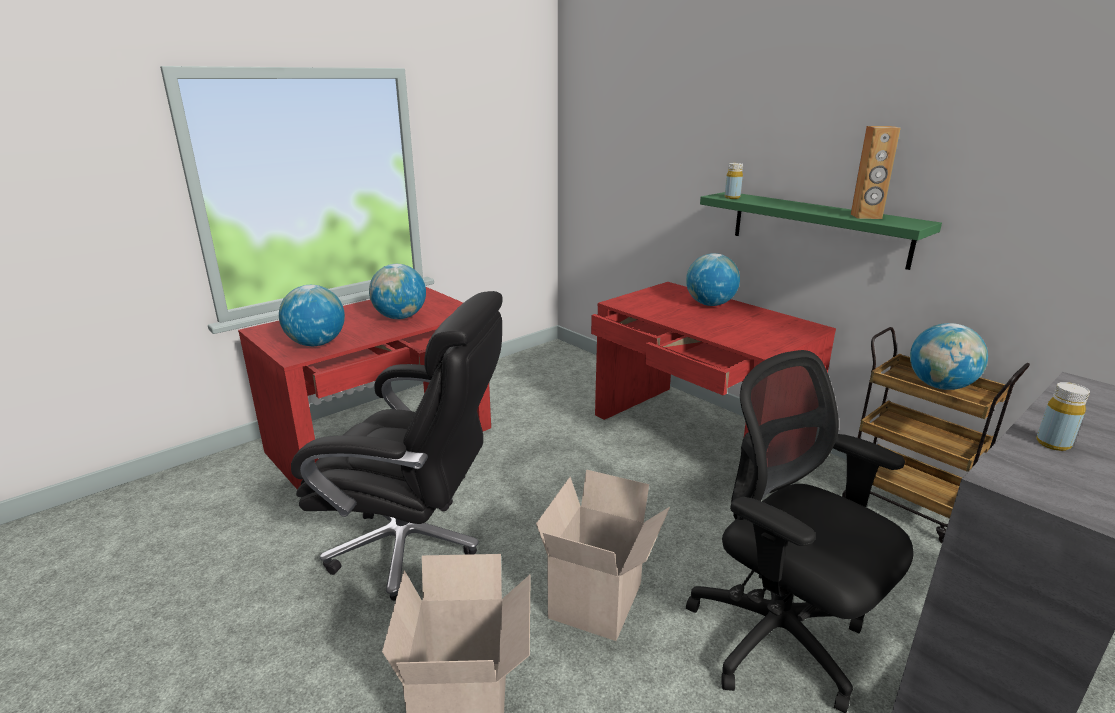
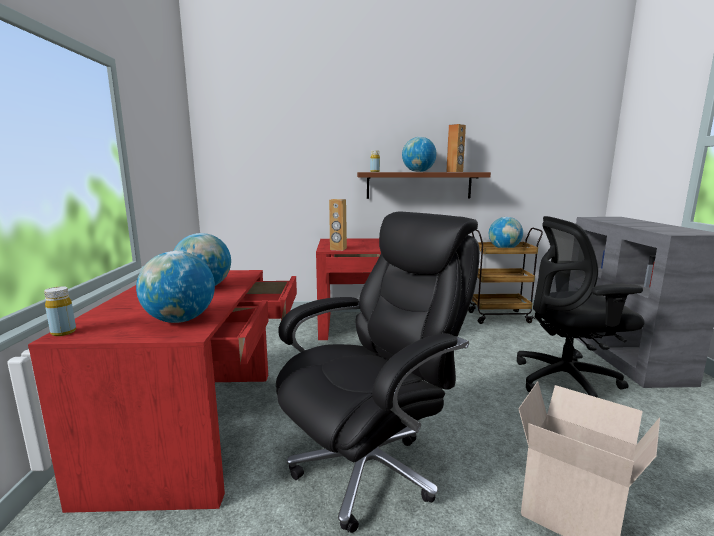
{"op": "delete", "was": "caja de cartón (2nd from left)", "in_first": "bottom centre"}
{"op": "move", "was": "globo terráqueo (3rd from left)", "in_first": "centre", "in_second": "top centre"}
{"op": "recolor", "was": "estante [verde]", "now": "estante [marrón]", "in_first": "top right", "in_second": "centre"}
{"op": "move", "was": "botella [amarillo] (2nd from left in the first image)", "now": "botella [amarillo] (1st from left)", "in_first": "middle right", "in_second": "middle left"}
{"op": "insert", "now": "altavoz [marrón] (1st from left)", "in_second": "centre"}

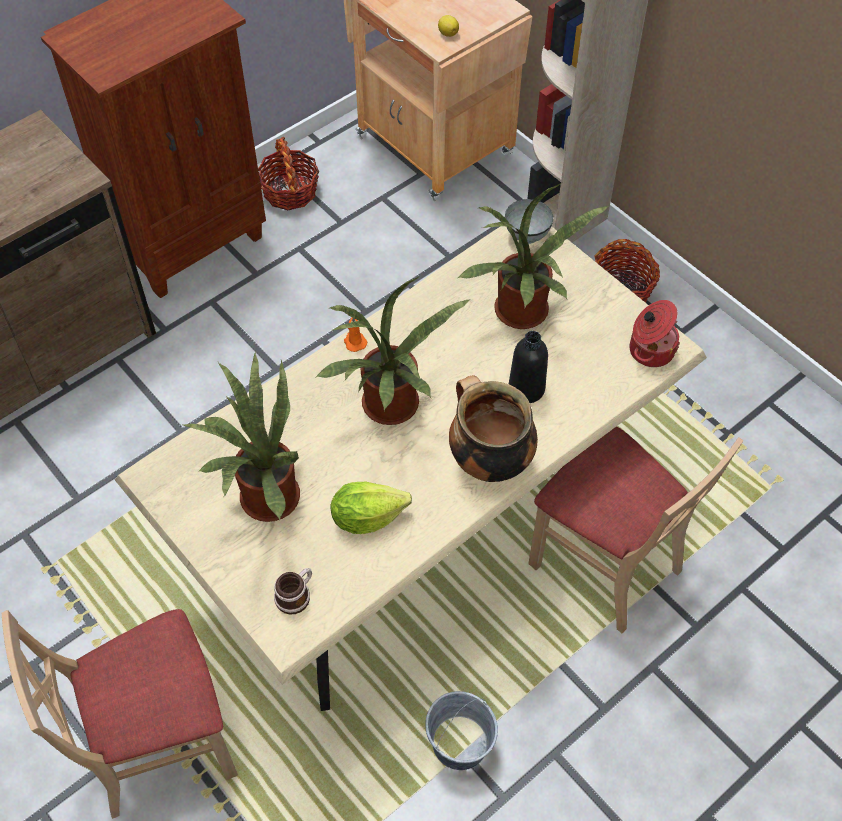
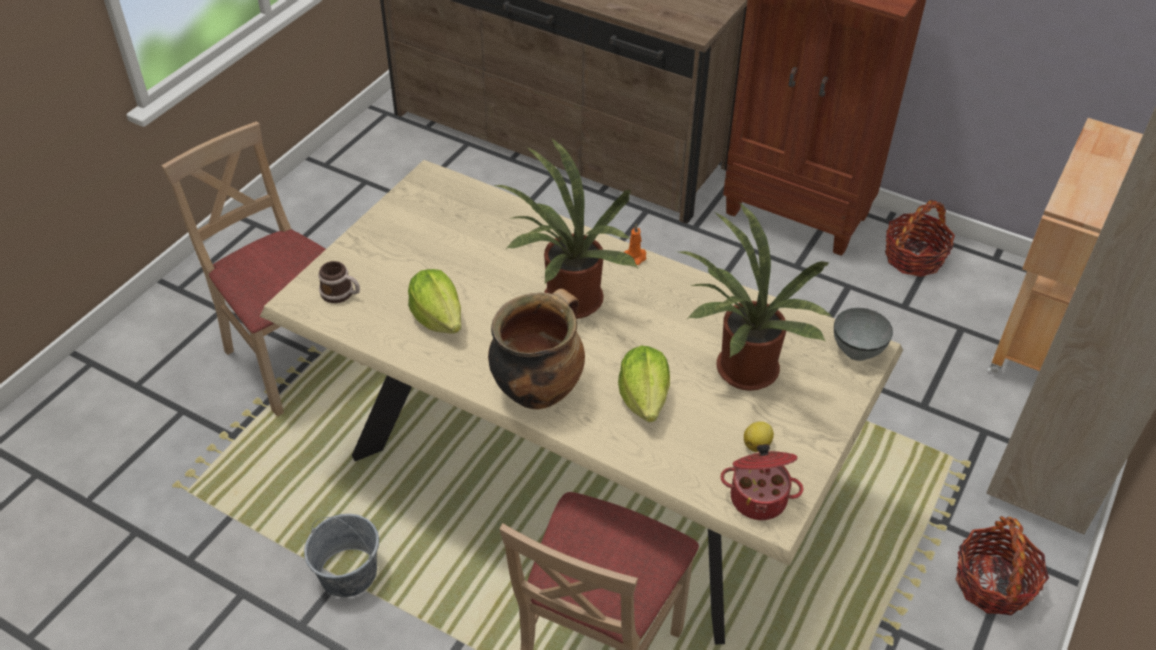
{"op": "delete", "was": "planta en maceta (1st from left)", "in_first": "middle left"}
{"op": "move", "was": "limón", "in_first": "top centre", "in_second": "bottom centre"}
{"op": "replace", "was": "botella [negro]", "now": "lechuga (2nd from left)", "in_first": "centre", "in_second": "centre"}

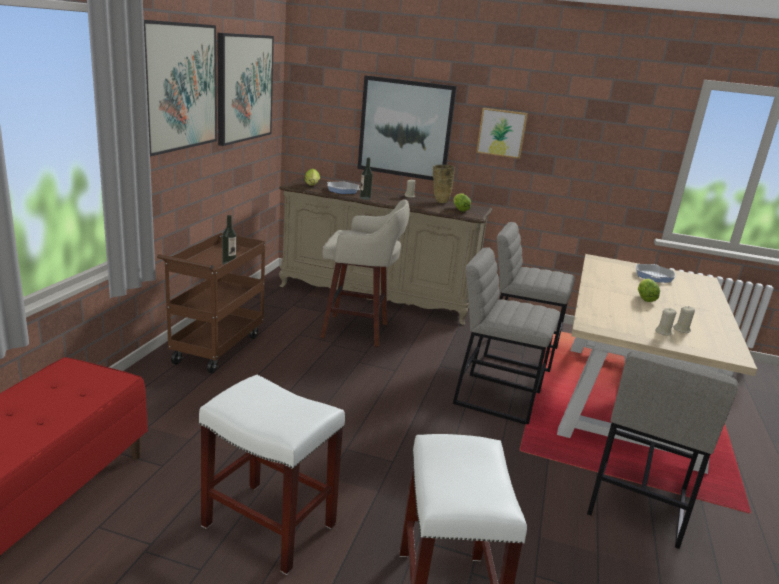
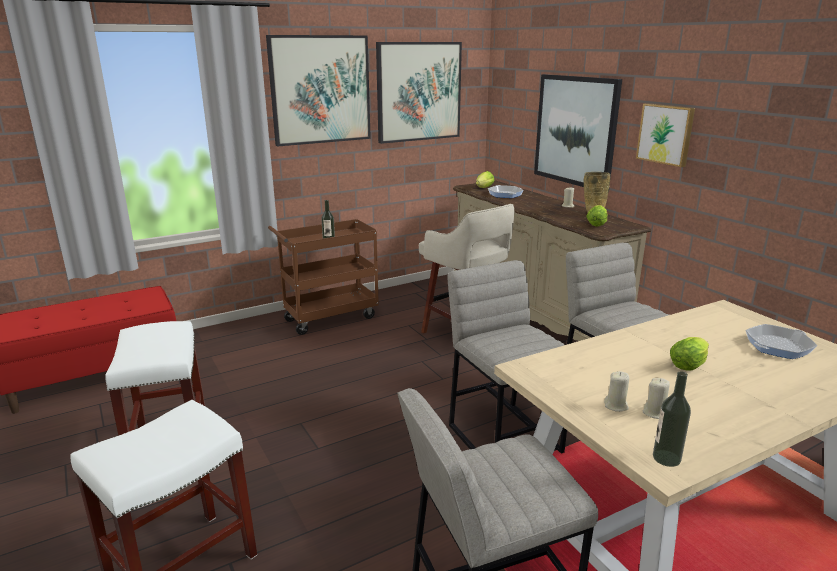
{"op": "move", "was": "botella (2nd from left)", "in_first": "top centre", "in_second": "bottom right"}

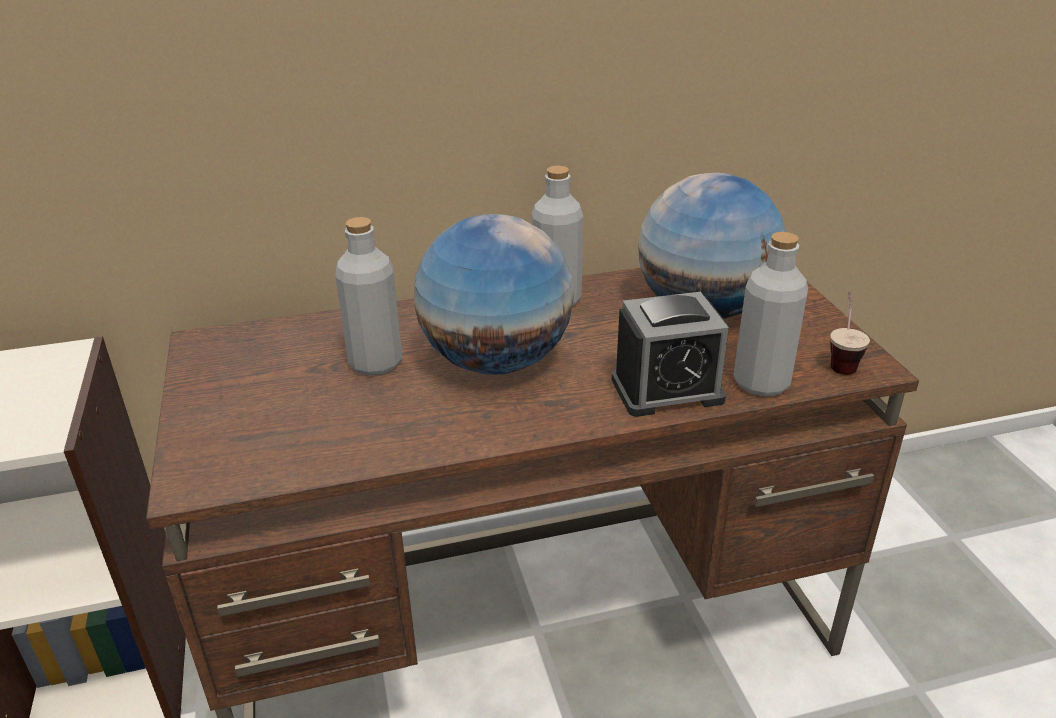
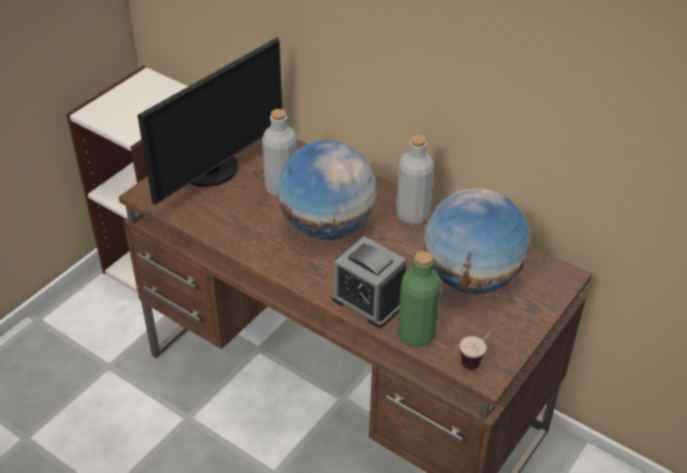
{"op": "recolor", "was": "botella [gris] (3rd from left)", "now": "botella [verde]", "in_first": "middle right", "in_second": "centre"}
{"op": "insert", "now": "monitor", "in_second": "top left"}

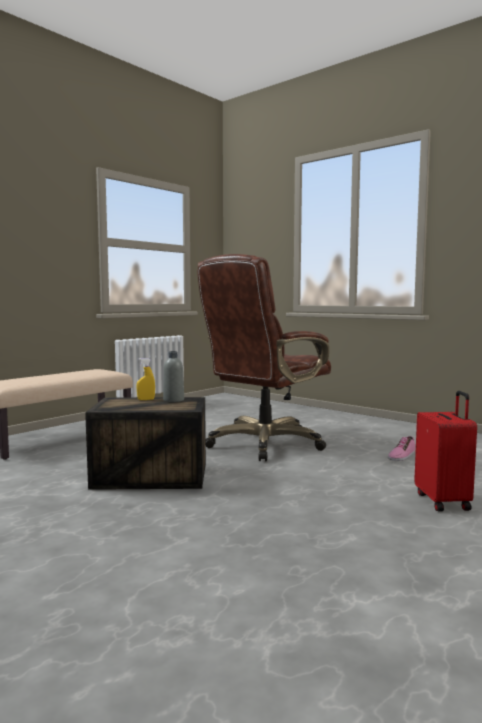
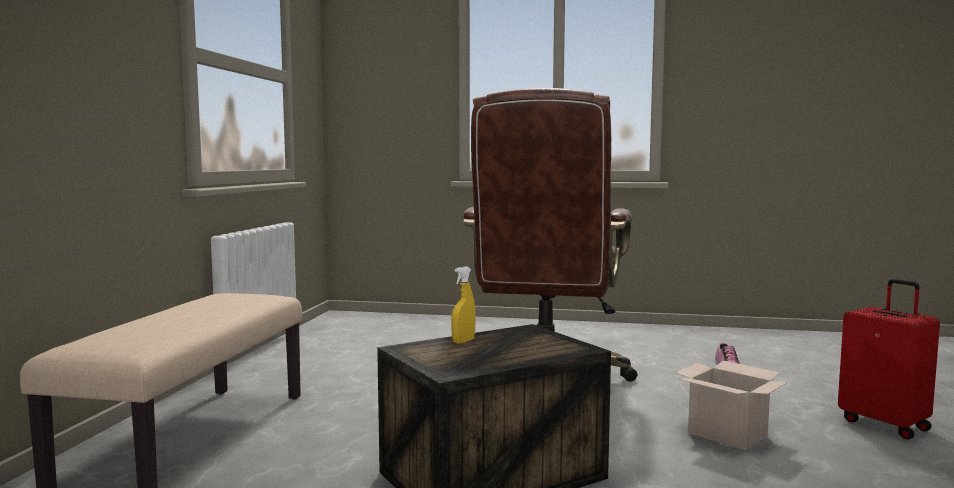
{"op": "delete", "was": "botella [gris]", "in_first": "centre"}
{"op": "insert", "now": "caja de cartón", "in_second": "bottom right"}

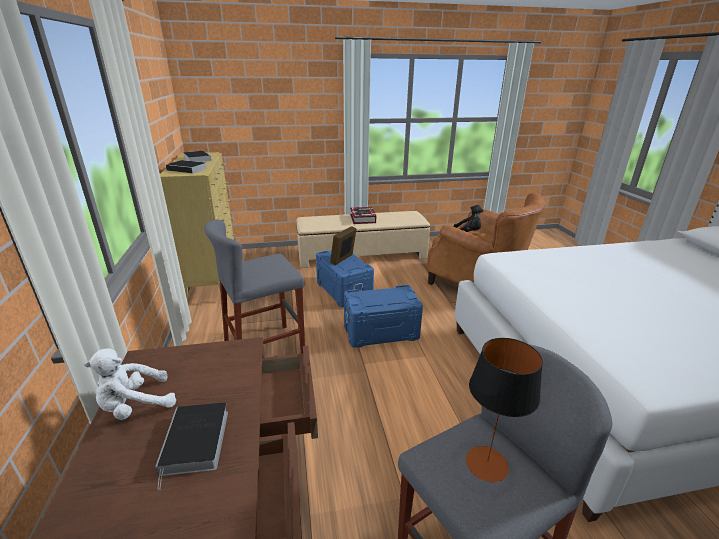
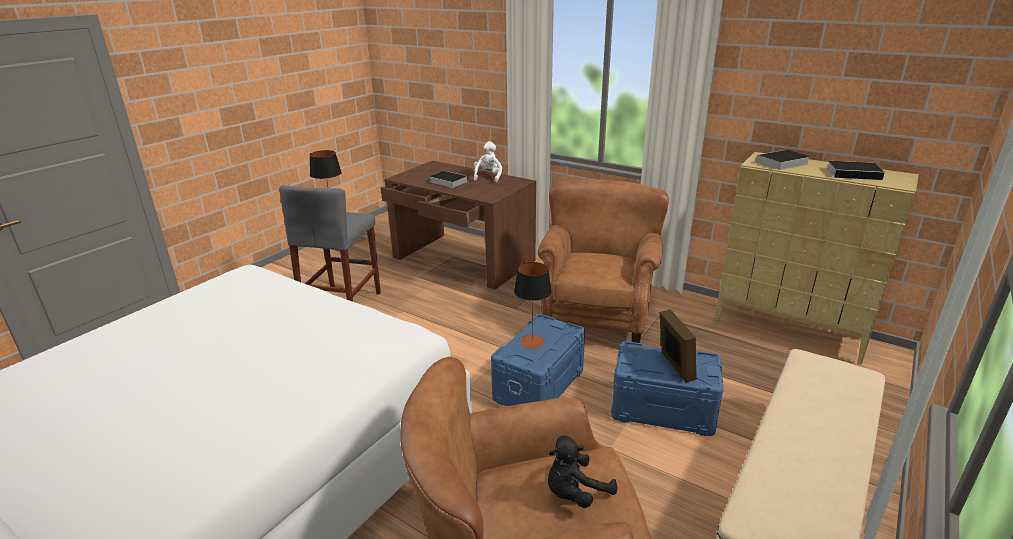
{"op": "replace", "was": "taburete [gris] (1st from left)", "now": "sillón [marrón] (2nd from left)", "in_first": "centre", "in_second": "centre"}
{"op": "delete", "was": "libro (4th from left)", "in_first": "centre"}
{"op": "insert", "now": "lámpara de mesa (2nd from left)", "in_second": "centre"}

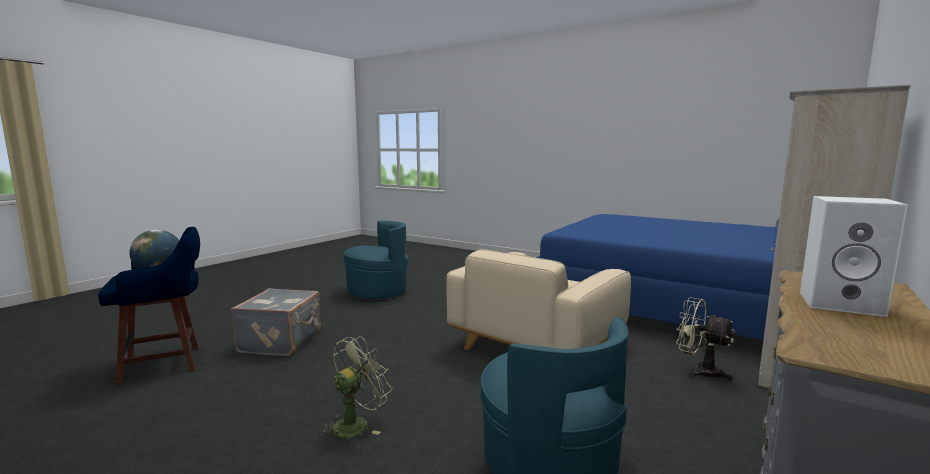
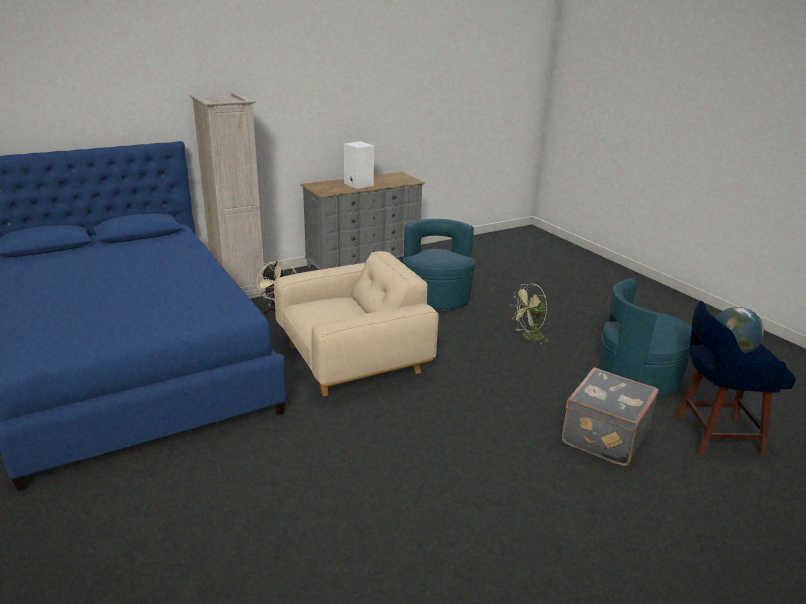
{"op": "move", "was": "sillón [turquesa] (1st from left in the first image)", "now": "sillón [turquesa] (2nd from left)", "in_first": "centre", "in_second": "middle right"}

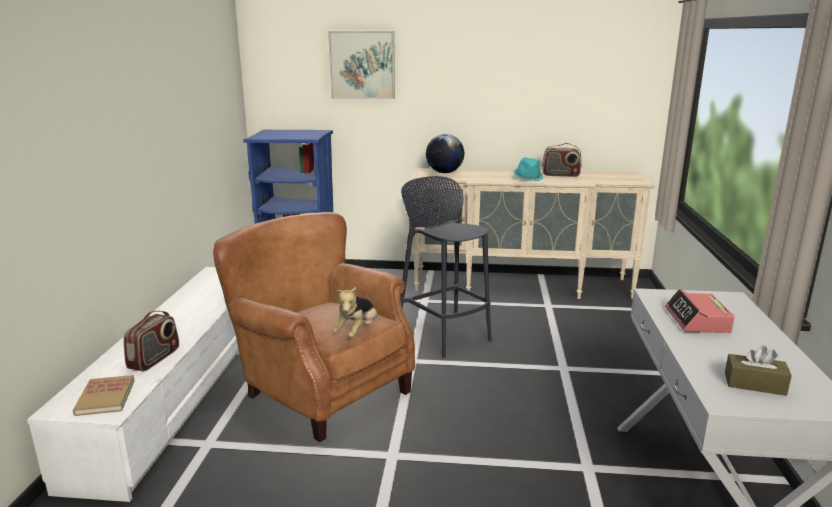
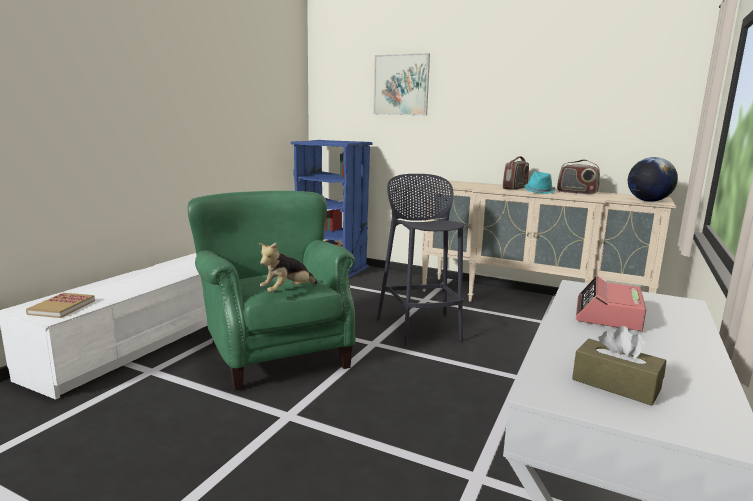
{"op": "move", "was": "radio (1st from left)", "in_first": "bottom left", "in_second": "middle right"}
{"op": "recolor", "was": "sillón [marrón]", "now": "sillón [verde]", "in_first": "centre", "in_second": "centre"}
{"op": "move", "was": "globo terráqueo", "in_first": "top centre", "in_second": "middle right"}

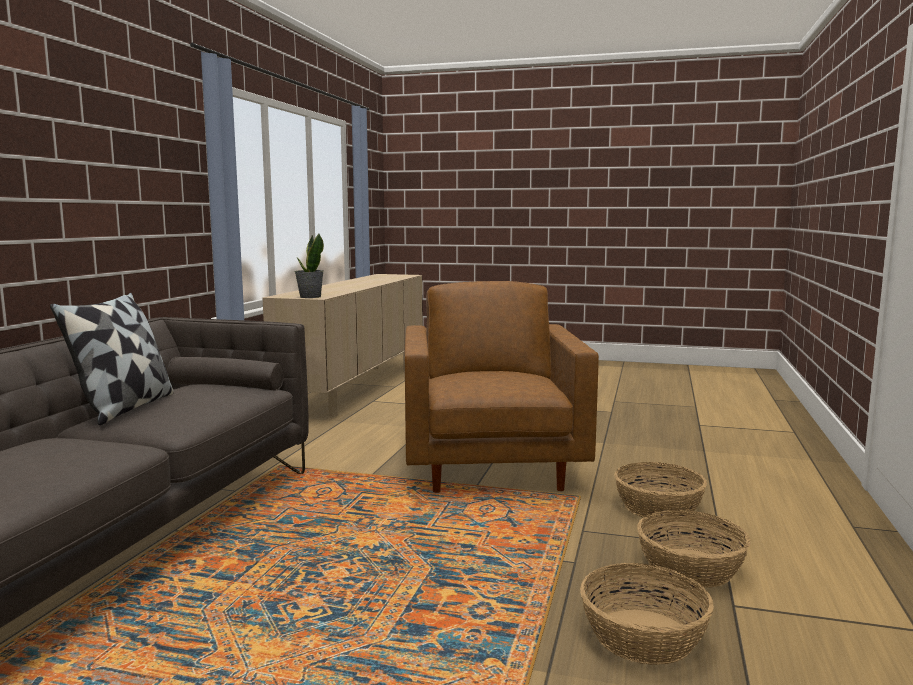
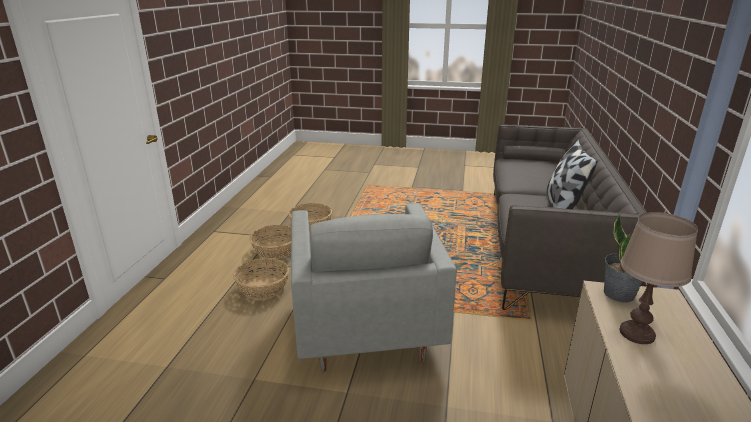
{"op": "recolor", "was": "sillón [marrón]", "now": "sillón [gris]", "in_first": "centre", "in_second": "bottom centre"}
{"op": "insert", "now": "lámpara de mesa [marrón]", "in_second": "middle right"}

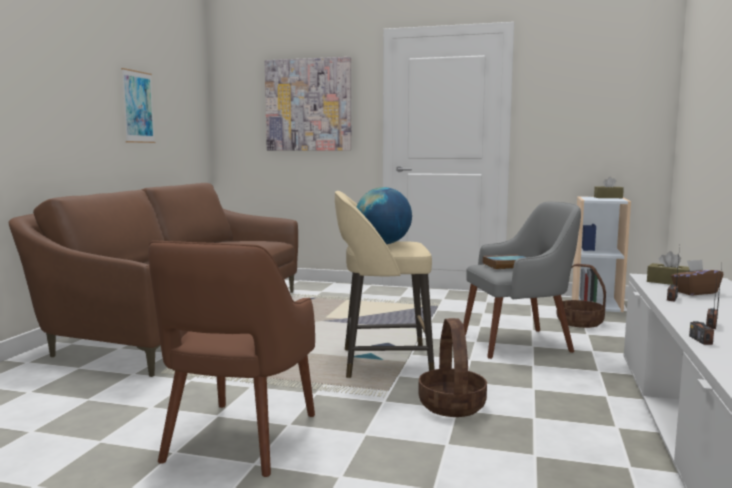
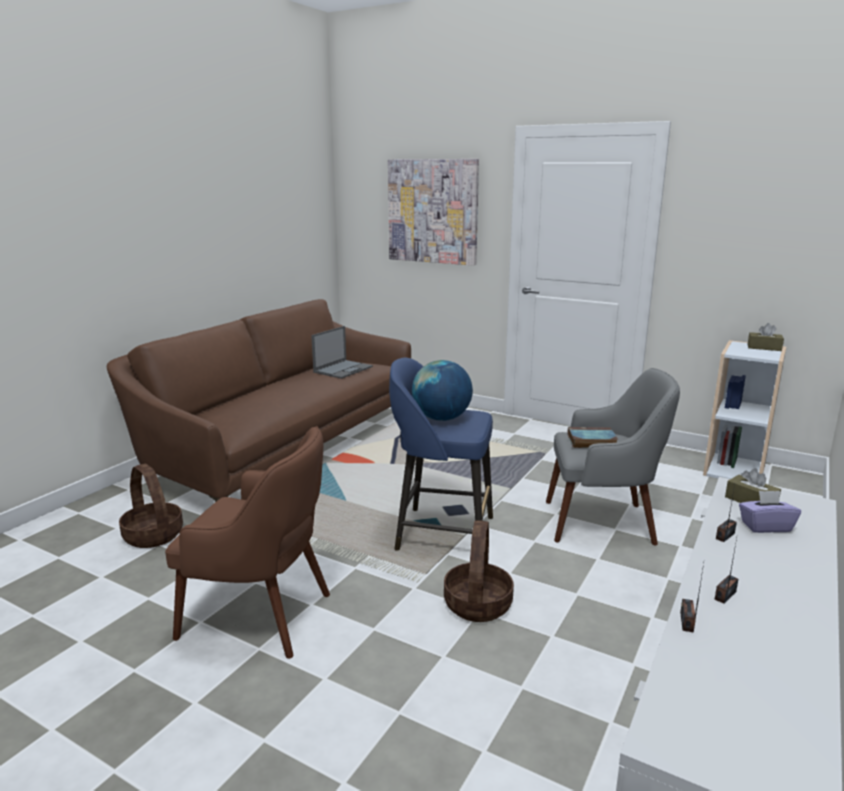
{"op": "delete", "was": "cuadro (1st from left)", "in_first": "top left"}
{"op": "rotate", "was": "sillón [marrón]", "in_first": "bottom left", "in_second": "bottom left", "clockwise": -105}
{"op": "recolor", "was": "taburete [beis]", "now": "taburete [azul]", "in_first": "centre", "in_second": "centre"}
{"op": "move", "was": "cesta (2nd from left in the first image)", "now": "cesta (1st from left)", "in_first": "middle right", "in_second": "middle left"}
{"op": "recolor", "was": "caja de pañuelos [marrón] (3rd from left)", "now": "caja de pañuelos [morado]", "in_first": "middle right", "in_second": "middle right"}
{"op": "insert", "now": "portátil", "in_second": "centre"}

